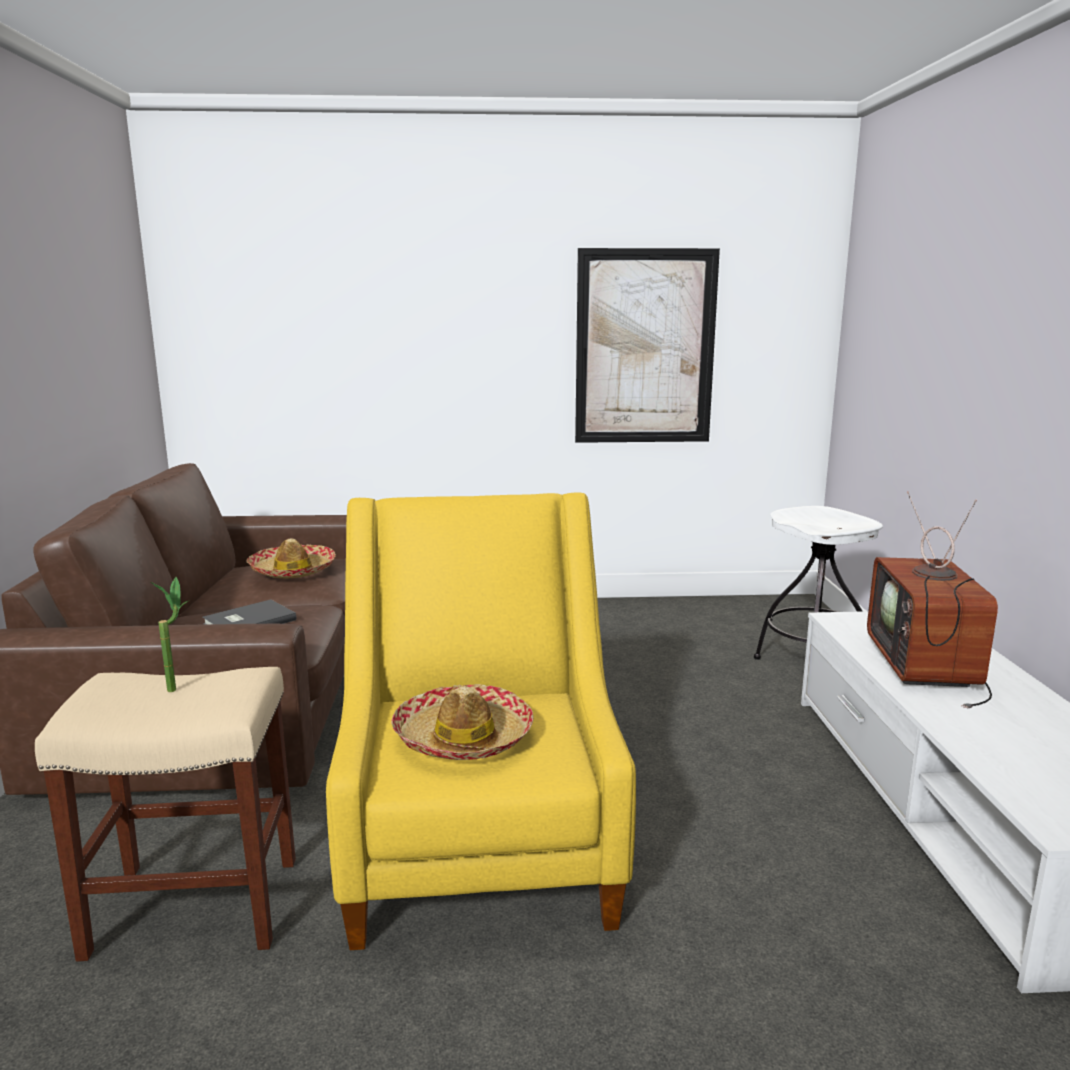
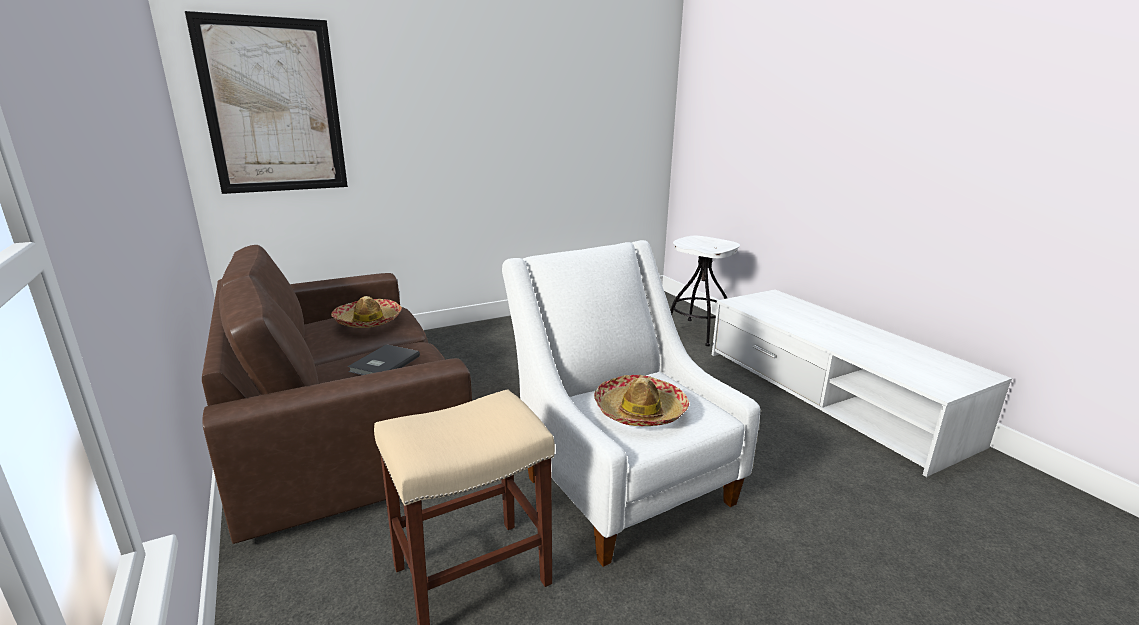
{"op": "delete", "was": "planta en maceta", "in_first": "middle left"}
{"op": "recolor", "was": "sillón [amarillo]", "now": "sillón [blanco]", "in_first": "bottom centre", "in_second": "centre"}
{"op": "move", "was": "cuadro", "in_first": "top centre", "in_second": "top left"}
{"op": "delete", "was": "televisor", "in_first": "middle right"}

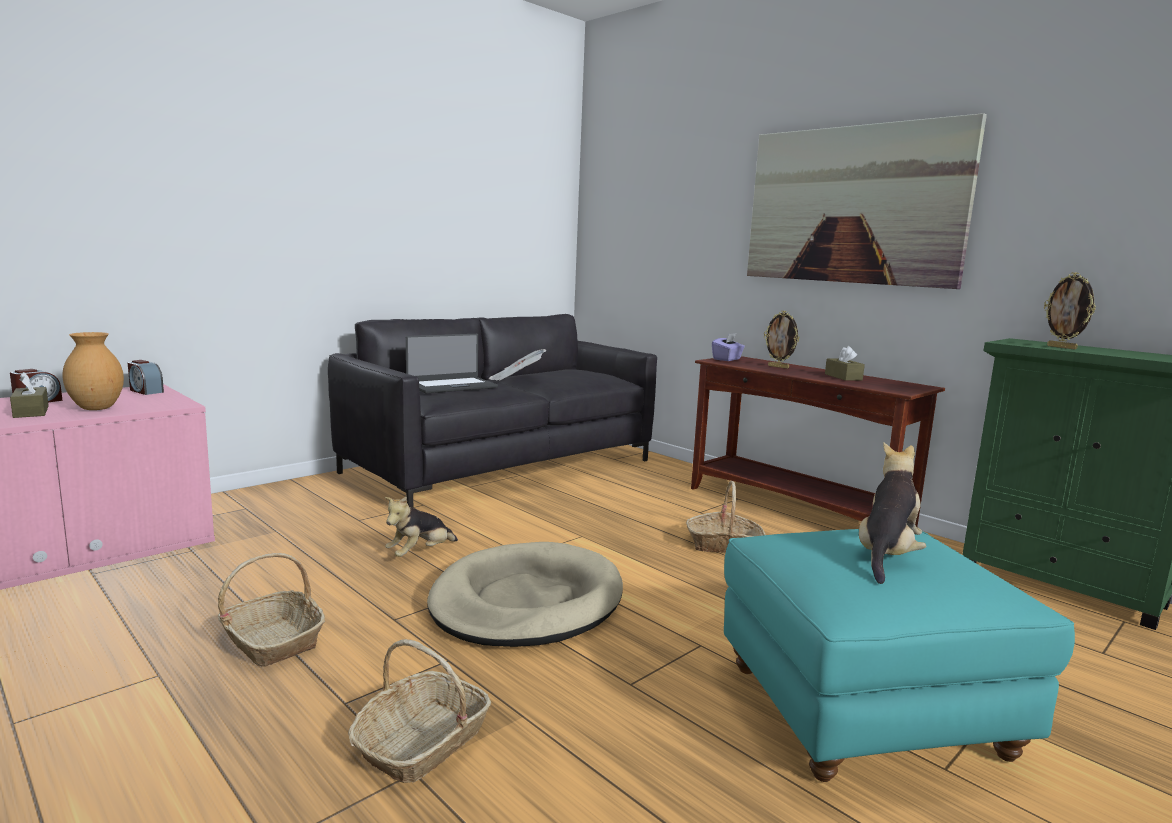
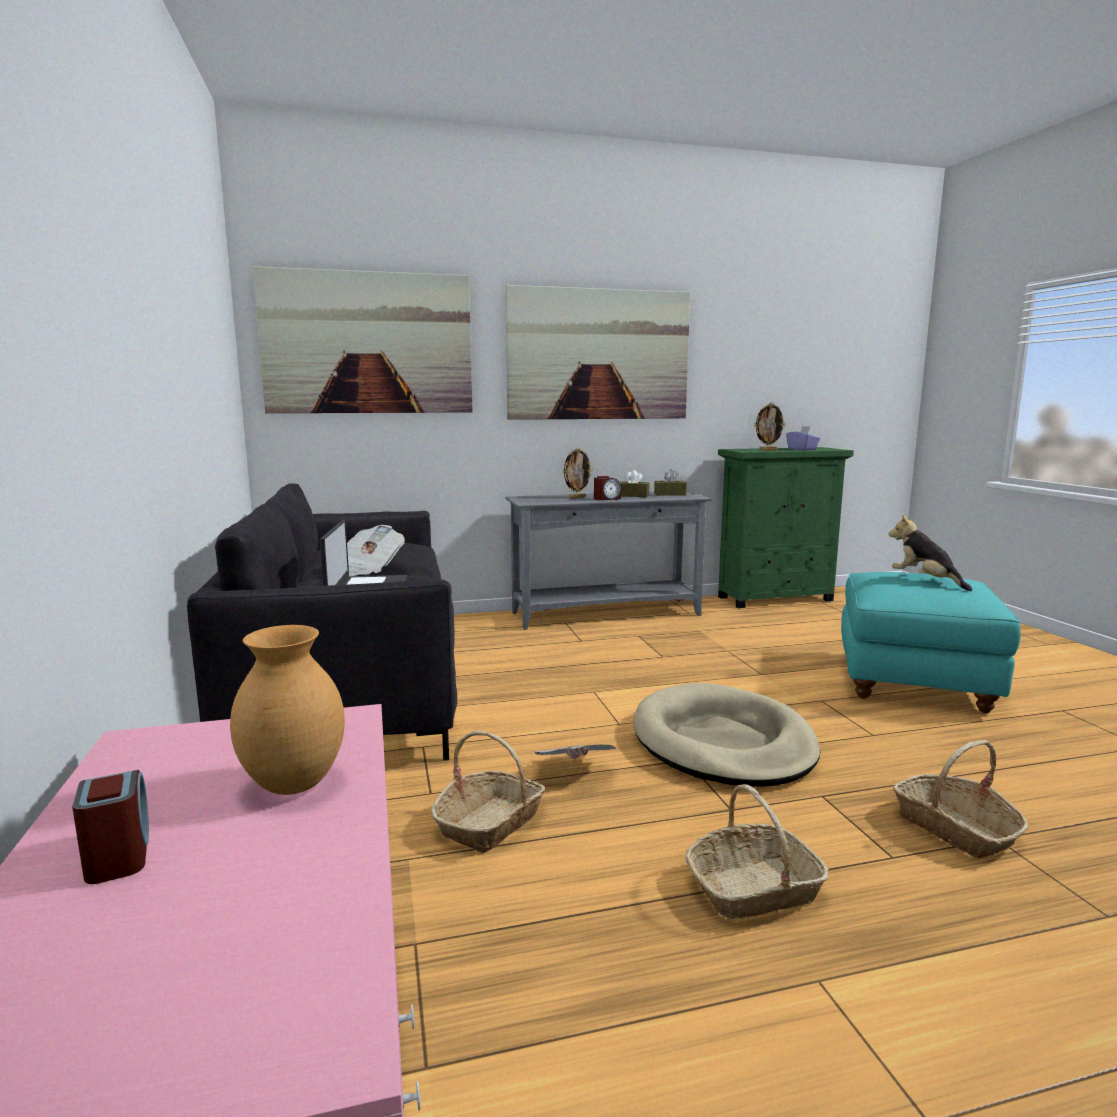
{"op": "move", "was": "caja de pañuelos [marrón] (1st from left in the first image)", "now": "caja de pañuelos [marrón] (2nd from left)", "in_first": "middle left", "in_second": "centre"}
{"op": "move", "was": "despertador (2nd from left)", "in_first": "middle left", "in_second": "centre"}
{"op": "replace", "was": "peluche (1st from left)", "now": "periódico (2nd from left)", "in_first": "centre", "in_second": "bottom centre"}
{"op": "move", "was": "cesta (3rd from left in the first image)", "now": "cesta (1st from left)", "in_first": "centre", "in_second": "bottom centre"}
{"op": "recolor", "was": "mesa consola [marrón]", "now": "mesa consola [gris]", "in_first": "middle right", "in_second": "centre"}
{"op": "move", "was": "caja de pañuelos [morado]", "in_first": "centre", "in_second": "middle right"}
{"op": "insert", "now": "cuadro (1st from left)", "in_second": "top left"}

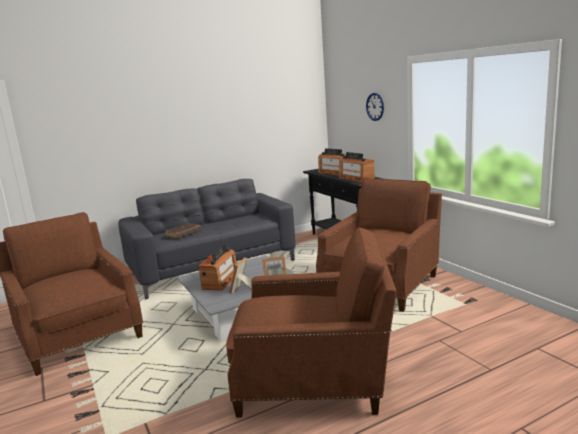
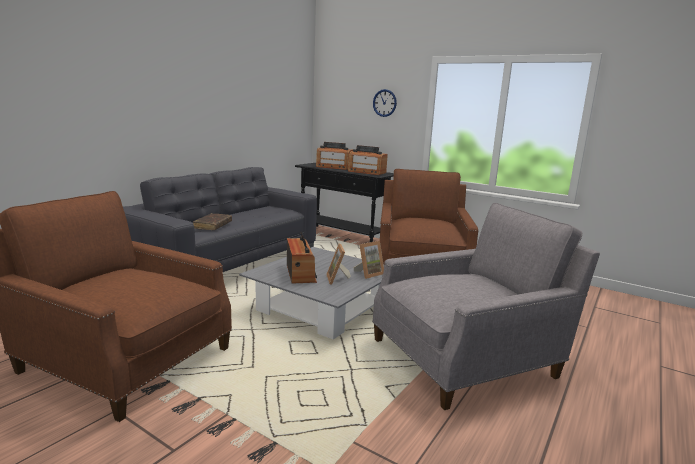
{"op": "recolor", "was": "sillón [marrón] (2nd from left)", "now": "sillón [gris]", "in_first": "bottom centre", "in_second": "middle right"}

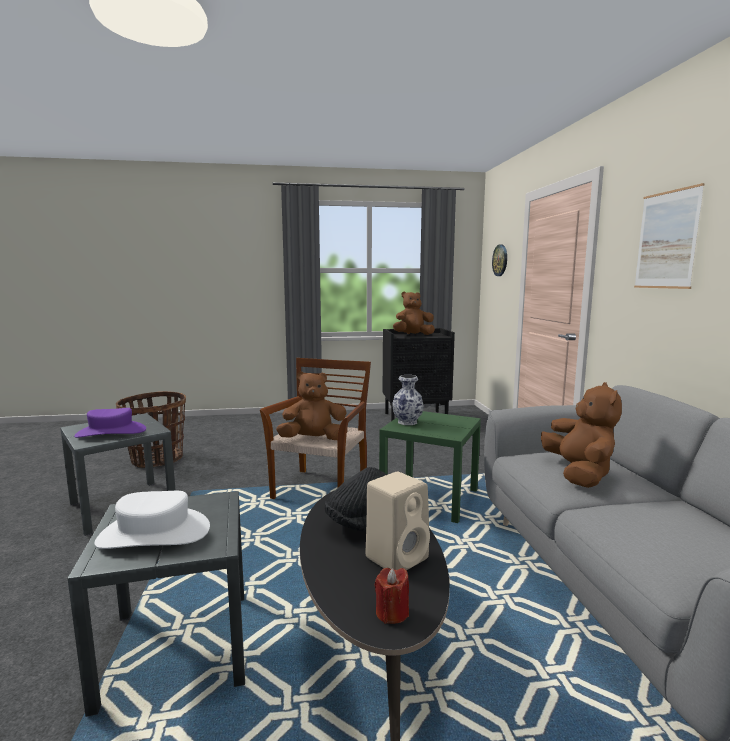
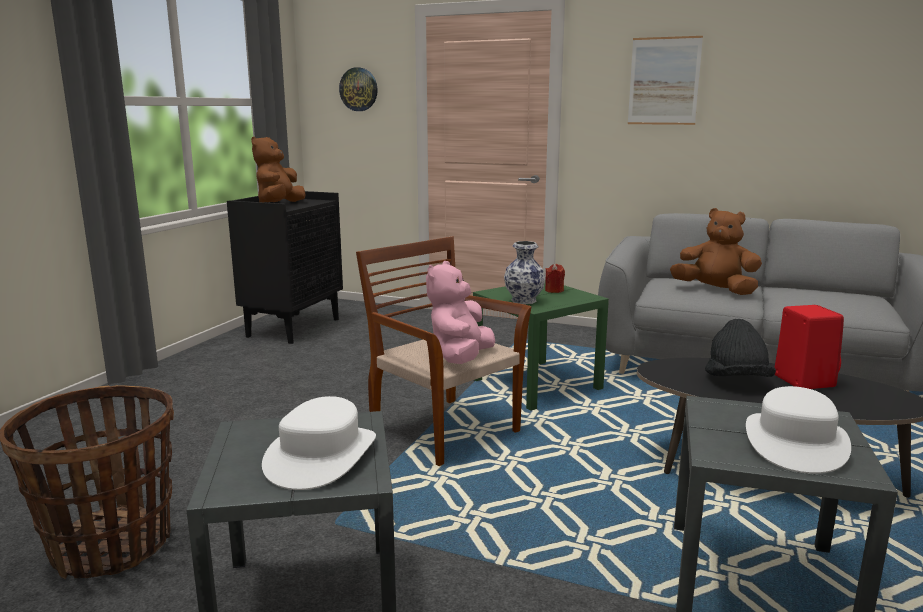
{"op": "recolor", "was": "sombrero [morado]", "now": "sombrero [blanco] (1st from left)", "in_first": "middle left", "in_second": "bottom centre"}
{"op": "recolor", "was": "peluche [marrón] (1st from left)", "now": "peluche [rosa]", "in_first": "centre", "in_second": "centre"}
{"op": "recolor", "was": "altavoz [beis]", "now": "altavoz [rojo]", "in_first": "bottom centre", "in_second": "middle right"}
{"op": "move", "was": "vela [rojo]", "in_first": "bottom centre", "in_second": "centre"}

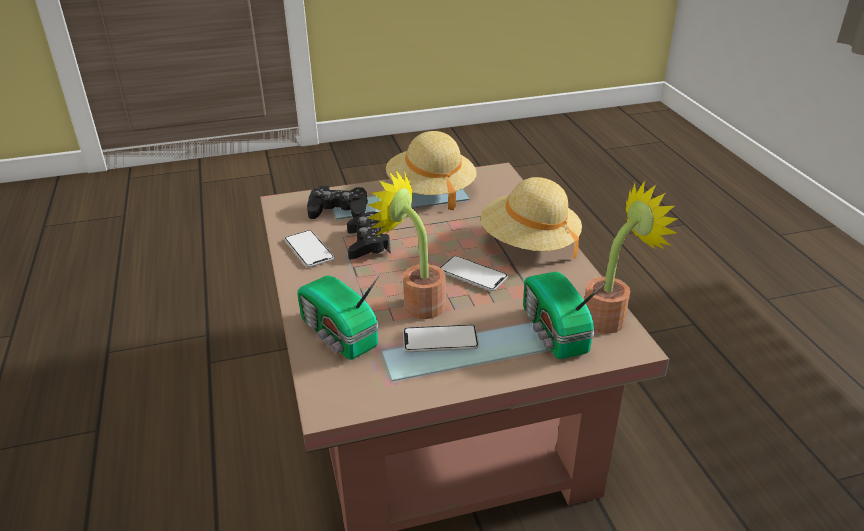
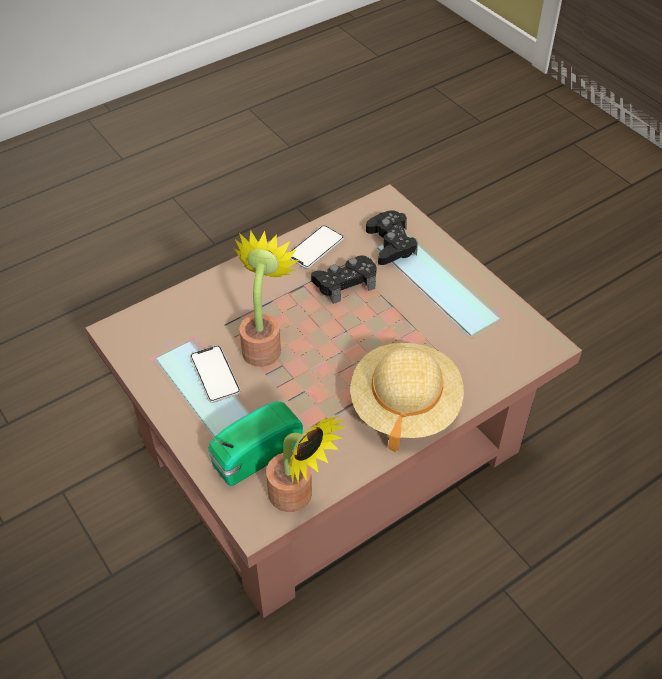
{"op": "delete", "was": "radio (1st from left)", "in_first": "centre"}
{"op": "delete", "was": "sombrero [beis] (1st from left)", "in_first": "top centre"}
{"op": "delete", "was": "móvil (3rd from left)", "in_first": "centre"}

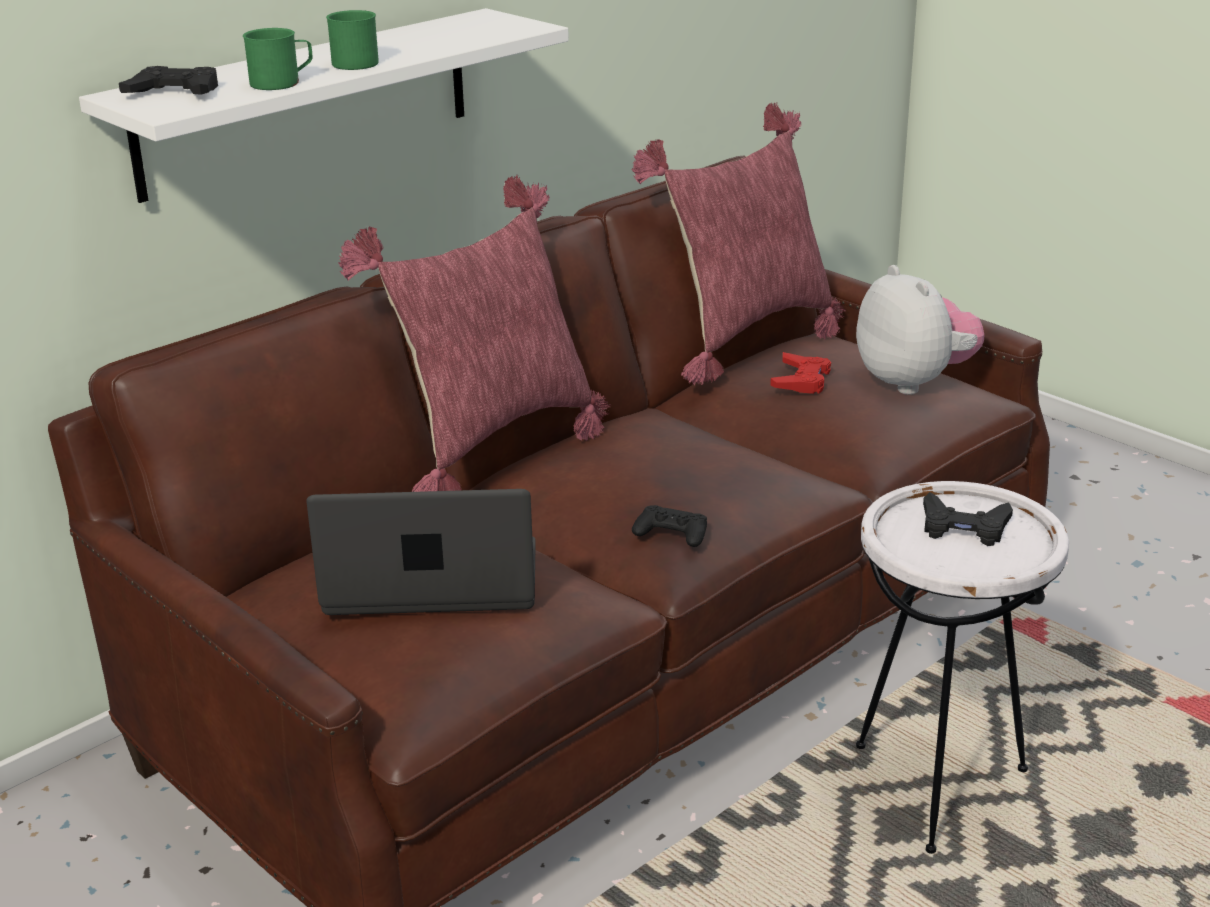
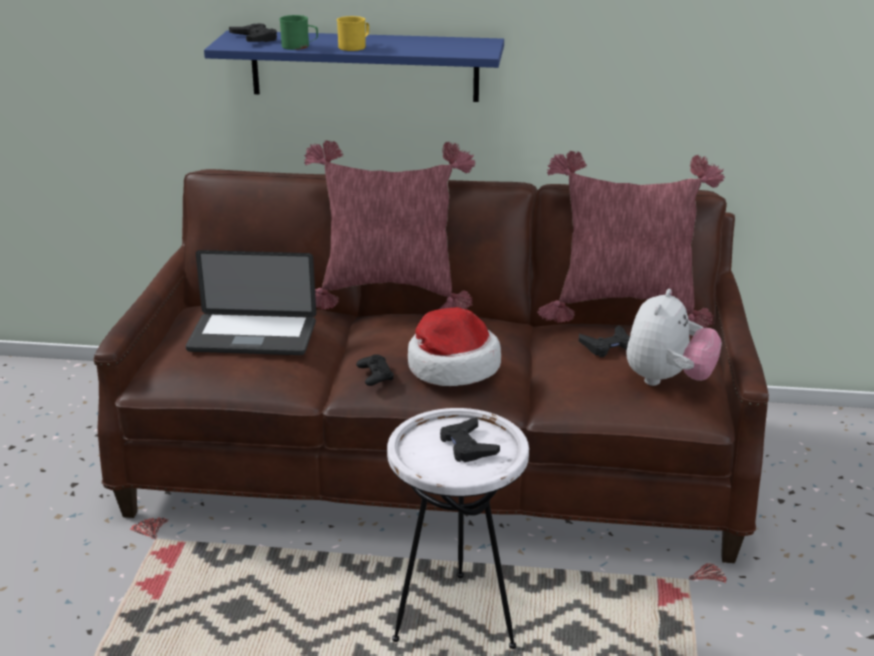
{"op": "recolor", "was": "estante [blanco]", "now": "estante [azul]", "in_first": "top left", "in_second": "top centre"}
{"op": "rotate", "was": "portátil", "in_first": "centre", "in_second": "middle left", "clockwise": 135}
{"op": "recolor", "was": "taza grande [verde] (2nd from left)", "now": "taza grande [amarillo]", "in_first": "top left", "in_second": "top centre"}
{"op": "recolor", "was": "mando de consola [rojo]", "now": "mando de consola [negro] (4th from left)", "in_first": "centre", "in_second": "middle right"}
{"op": "insert", "now": "sombrero", "in_second": "centre"}

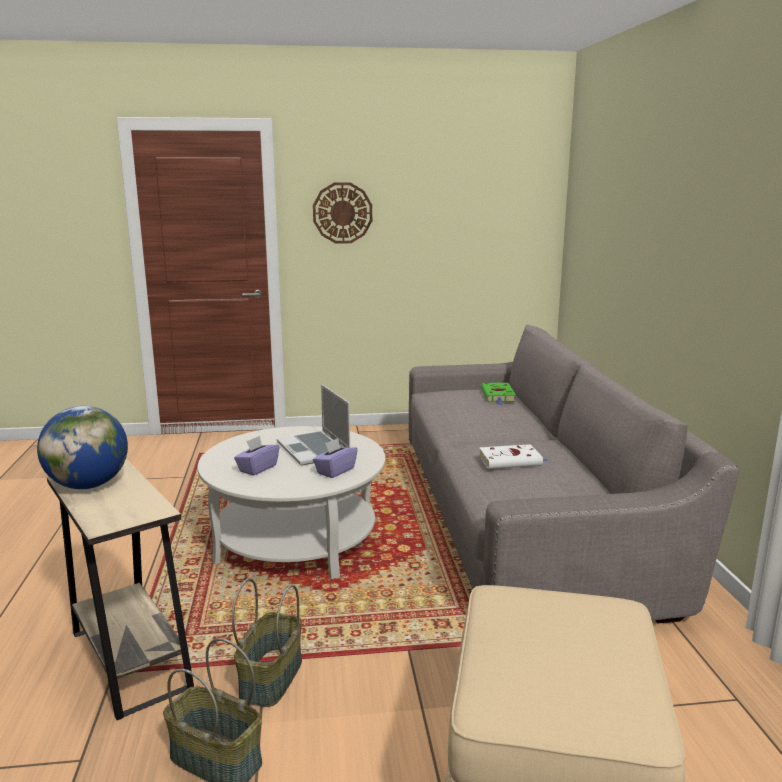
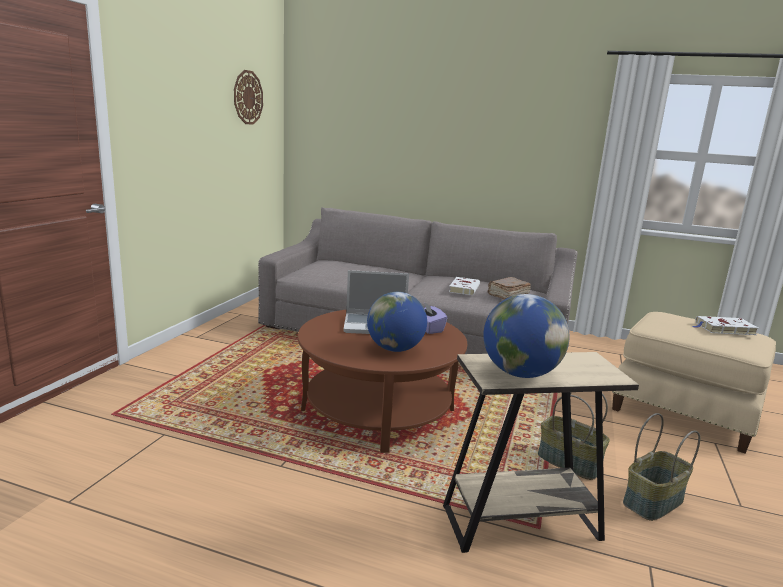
{"op": "recolor", "was": "mesa de centro [blanco]", "now": "mesa de centro [marrón]", "in_first": "centre", "in_second": "centre"}
{"op": "replace", "was": "caja de pañuelos [morado] (1st from left)", "now": "globo terráqueo (1st from left)", "in_first": "middle left", "in_second": "centre"}
{"op": "move", "was": "reloj de pared", "in_first": "top centre", "in_second": "top left"}
{"op": "delete", "was": "libro [verde]", "in_first": "centre"}
{"op": "insert", "now": "libro [marrón]", "in_second": "centre"}
{"op": "insert", "now": "libro [blanco] (2nd from left)", "in_second": "middle right"}

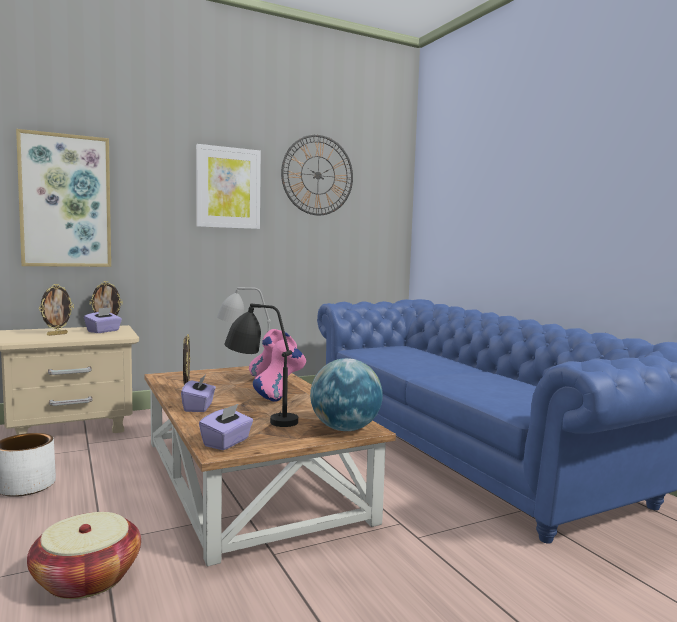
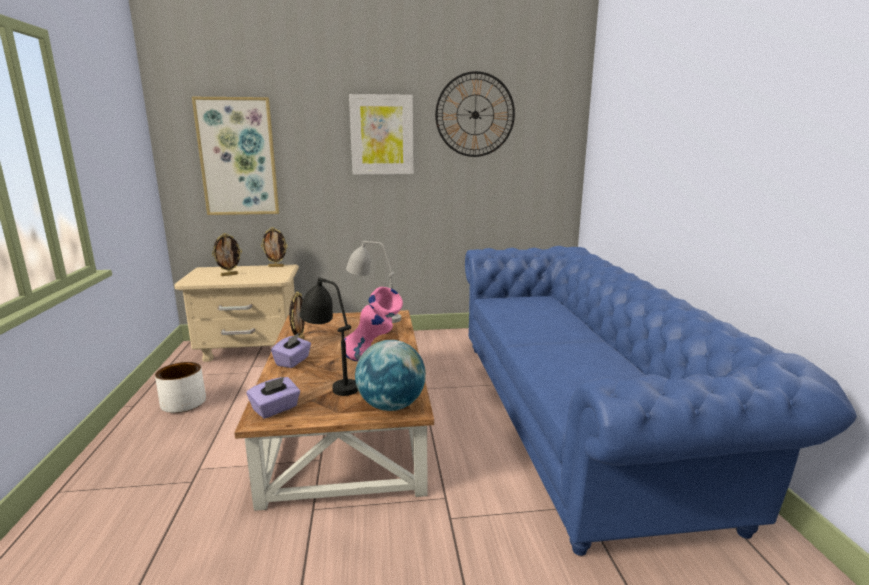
{"op": "delete", "was": "cesta", "in_first": "bottom left"}
{"op": "delete", "was": "caja de pañuelos [morado] (1st from left)", "in_first": "middle left"}

